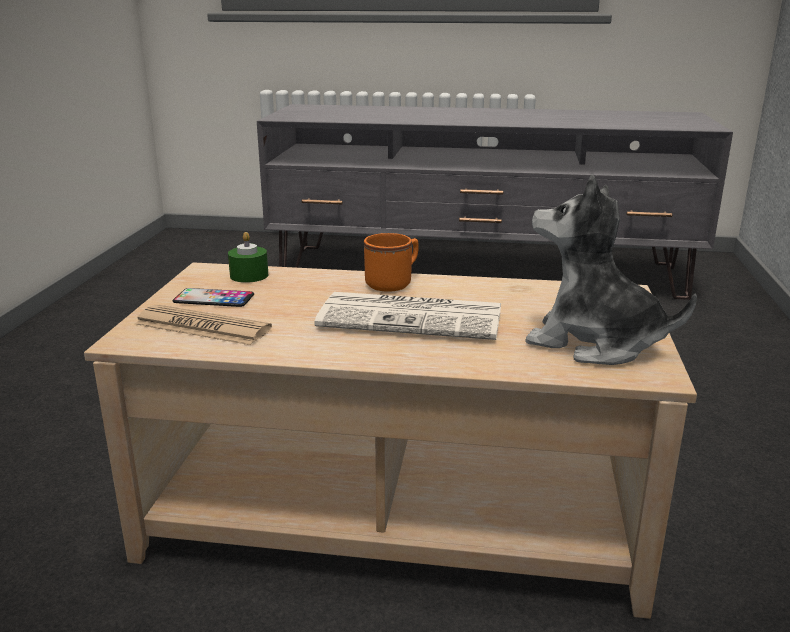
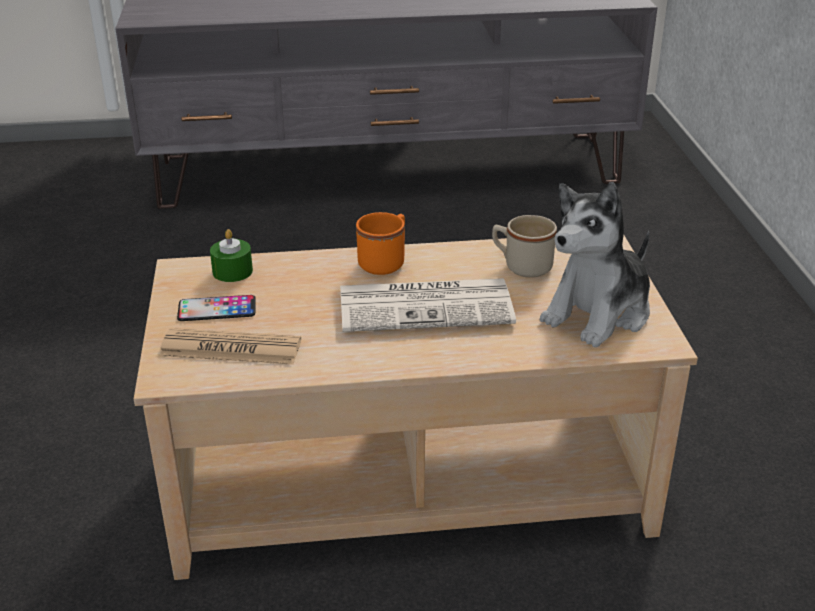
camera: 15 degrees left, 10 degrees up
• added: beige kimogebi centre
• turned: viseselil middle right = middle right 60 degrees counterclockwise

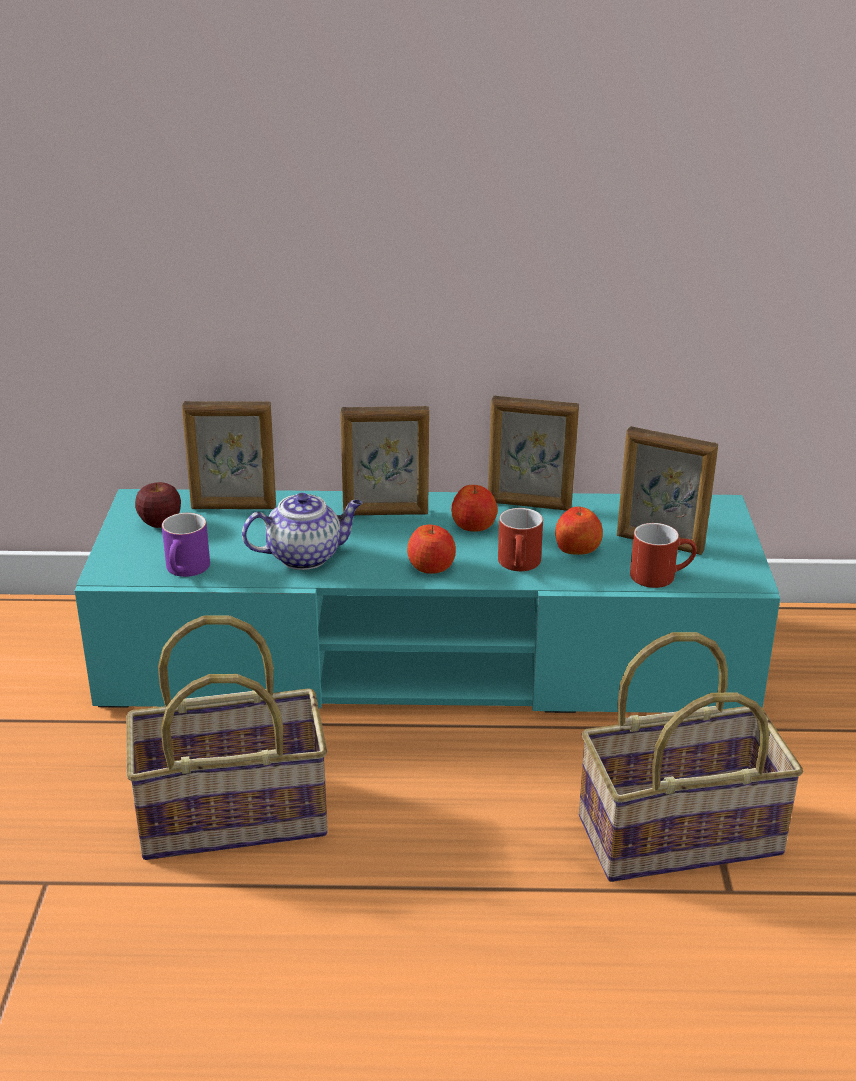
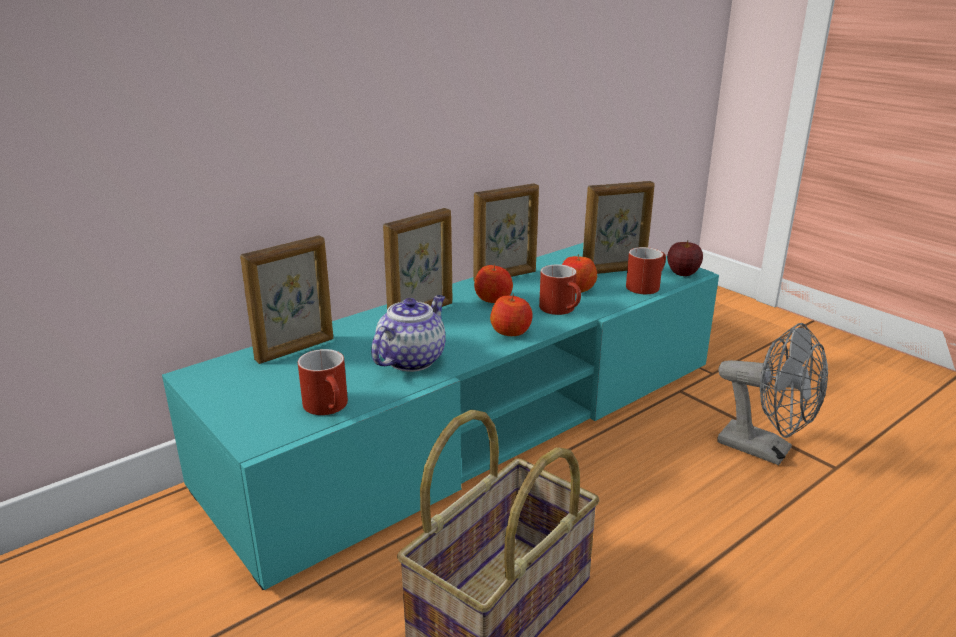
camera: 40 degrees left, 5 degrees down
• moved: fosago (1st from left in the first image) middle left to fosago (4th from left) middle right
• replaced: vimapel (2nd from left) bottom right to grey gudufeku middle right
• recoloured: purple kimogebi middle left to red kimogebi (1st from left) centre

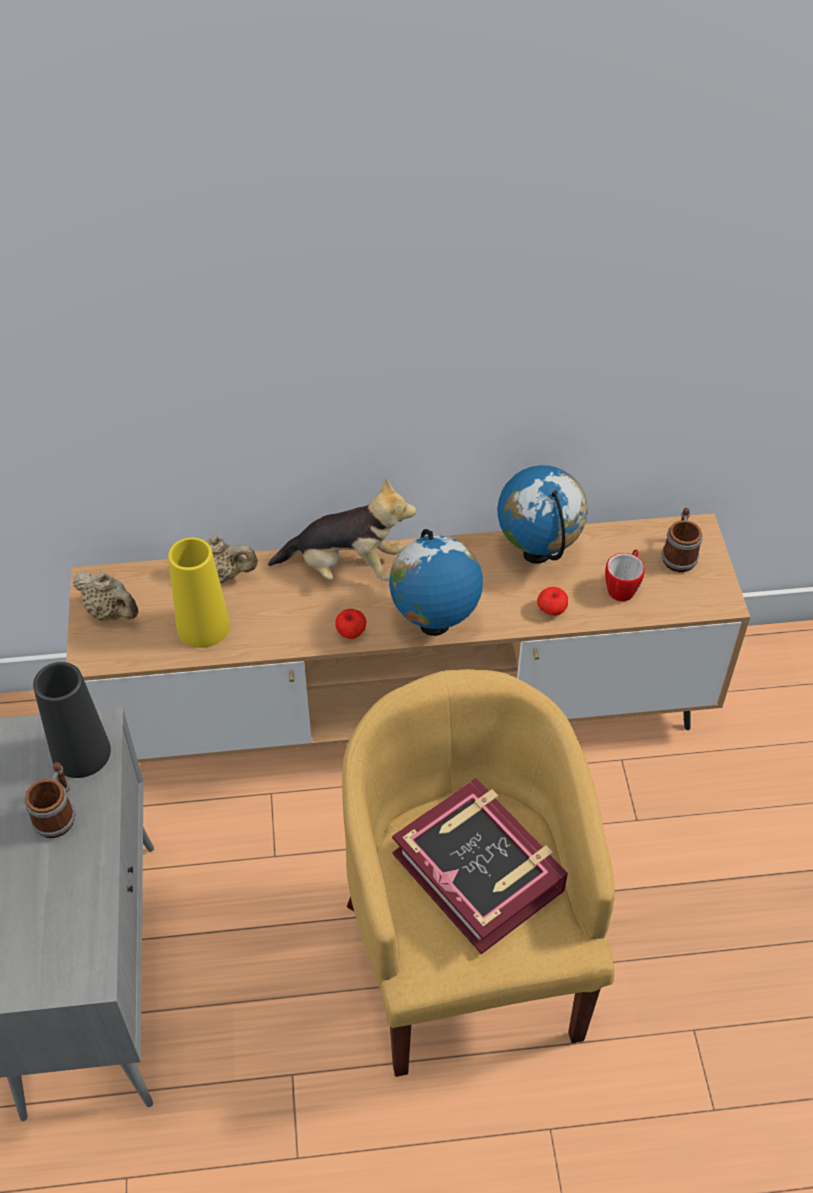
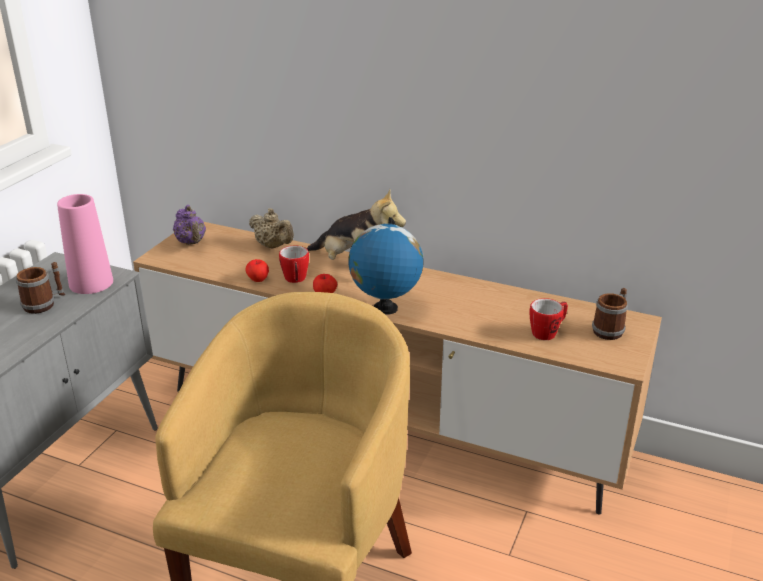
camera: 30 degrees right, 20 degrees down
• removed: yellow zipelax middle left
• removed: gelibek bottom centre
• removed: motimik (2nd from left) middle right
• added: kimogebi (2nd from left) centre
• moved: fosago (2nd from left in the first image) middle right to fosago (1st from left) centre
• recoloured: black zipelax middle left to pink zipelax middle left
• recoloured: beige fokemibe (1st from left) middle left to purple fokemibe middle left

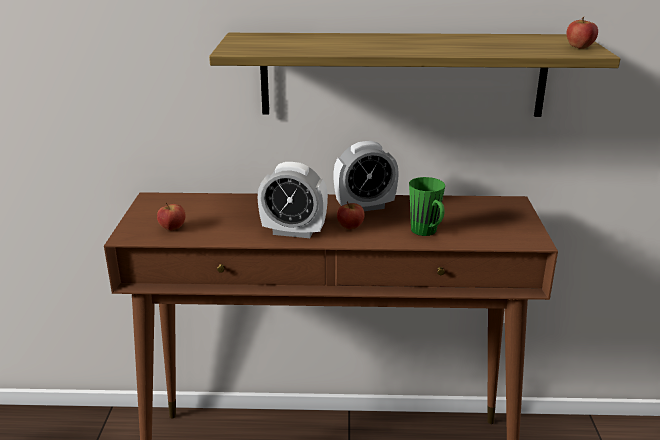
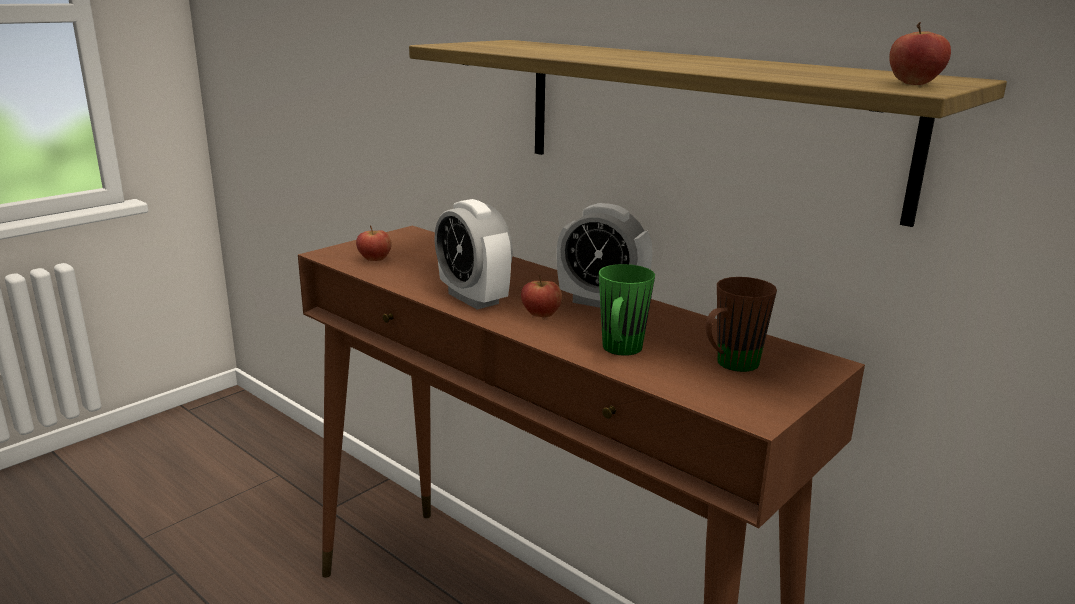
camera: 40 degrees right, 5 degrees down
• added: brown kimogebi middle right

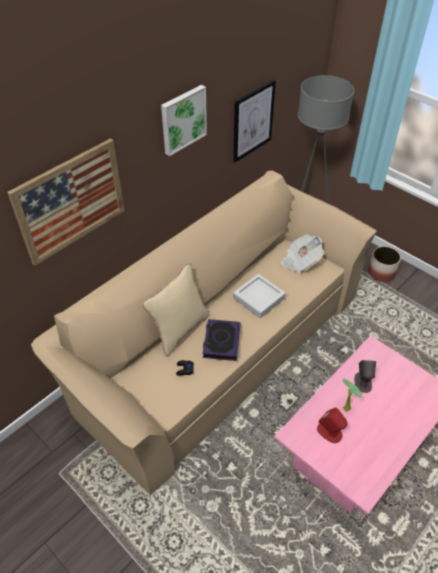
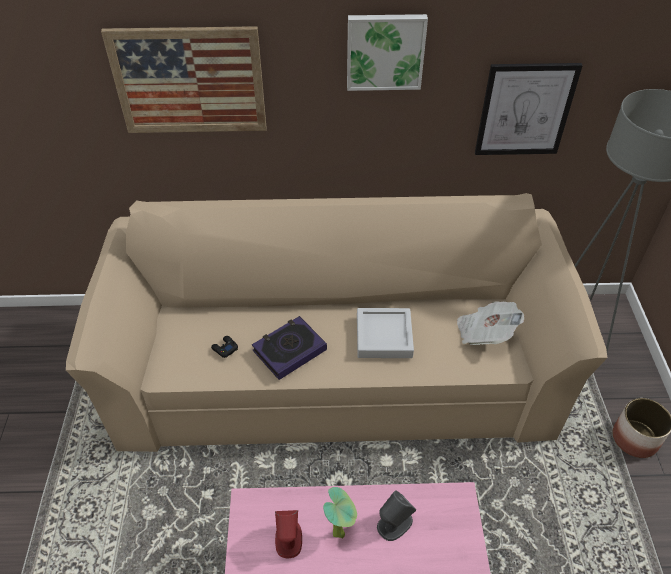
camera: 45 degrees right, 0 degrees up
• removed: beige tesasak centre

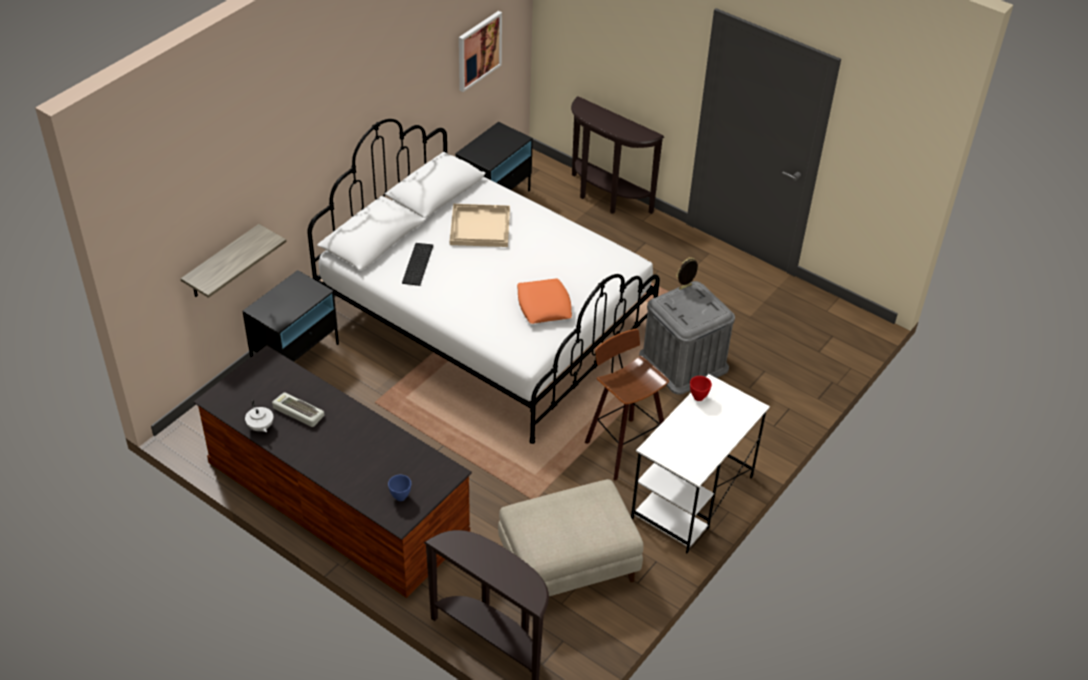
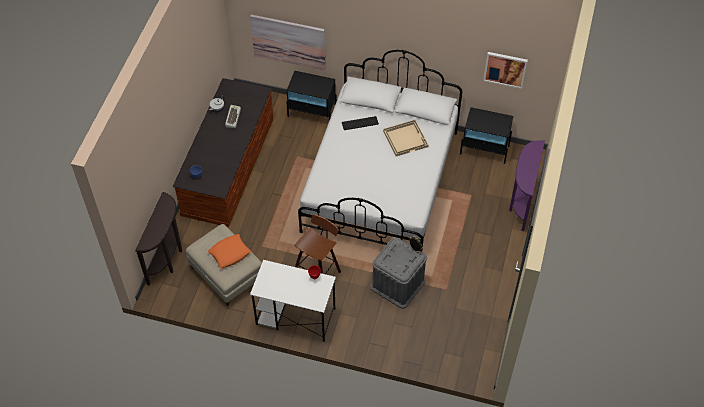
camera: 70 degrees right, 10 degrees up
• moved: orange tesasak centre to middle left
• replaced: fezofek middle left to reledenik (1st from left) top centre
• recoloured: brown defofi (2nd from left) top centre to purple defofi middle right

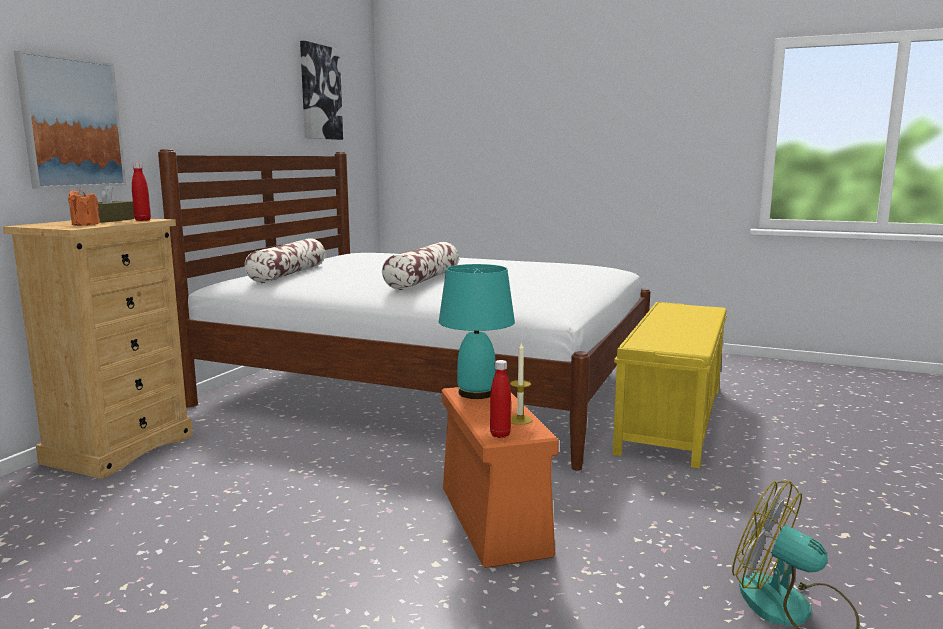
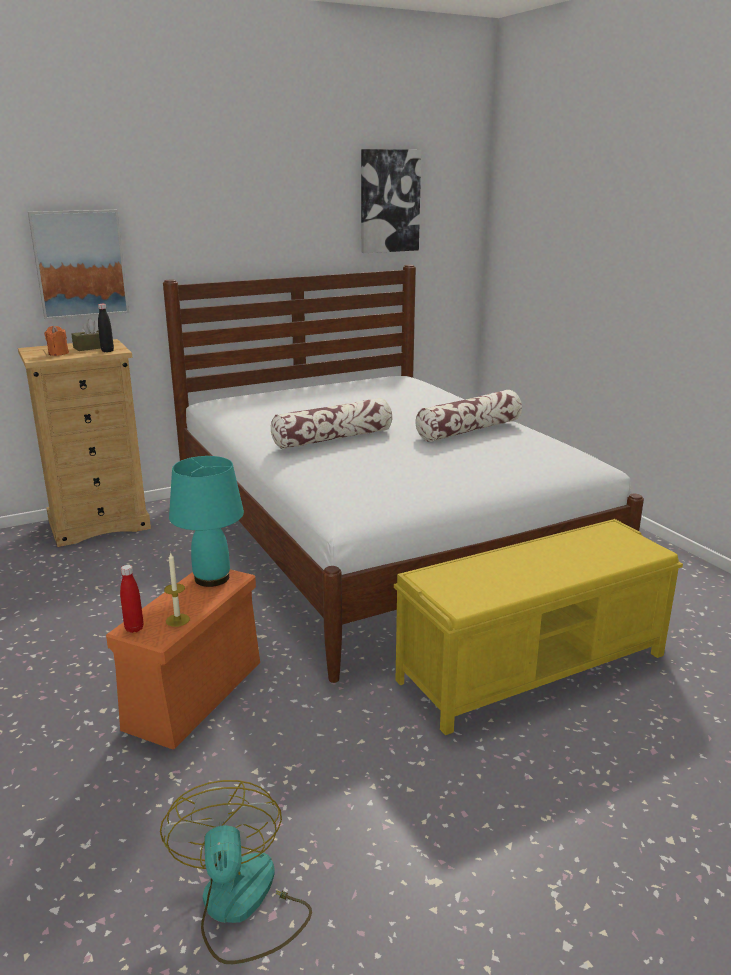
camera: 40 degrees right, 10 degrees up
• moved: tesasak (1st from left in the first image) middle left to tesasak (2nd from left) centre
• recoloured: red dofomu (1st from left) top left to black dofomu middle left

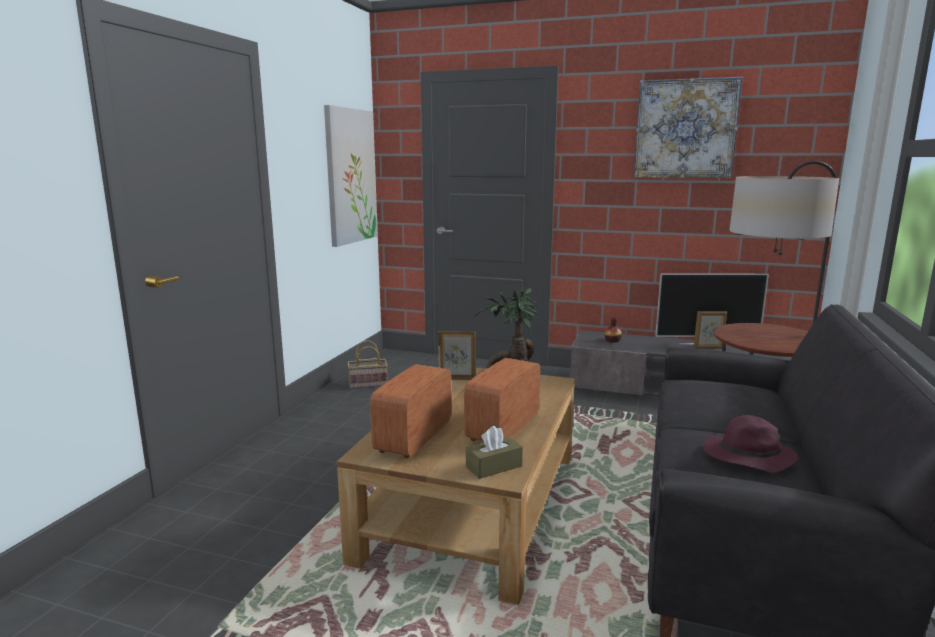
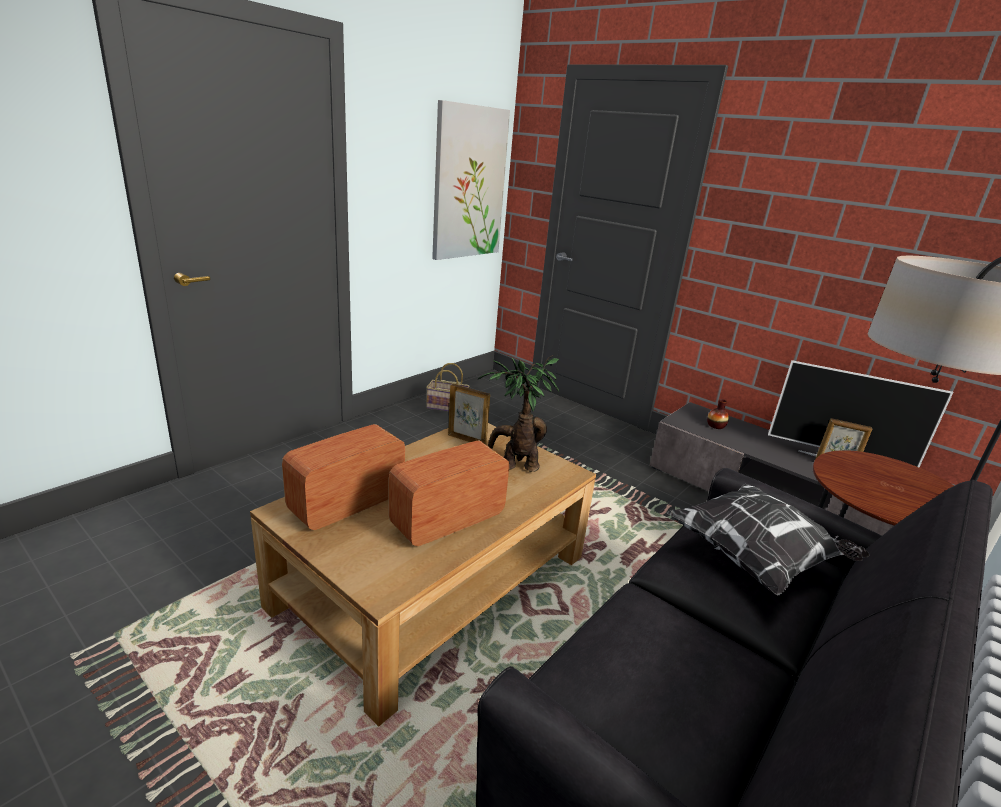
camera: 20 degrees right, 10 degrees up
• removed: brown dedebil bottom centre
• removed: reledenik (2nd from left) top right
• removed: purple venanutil bottom right
• added: tesasak bottom right

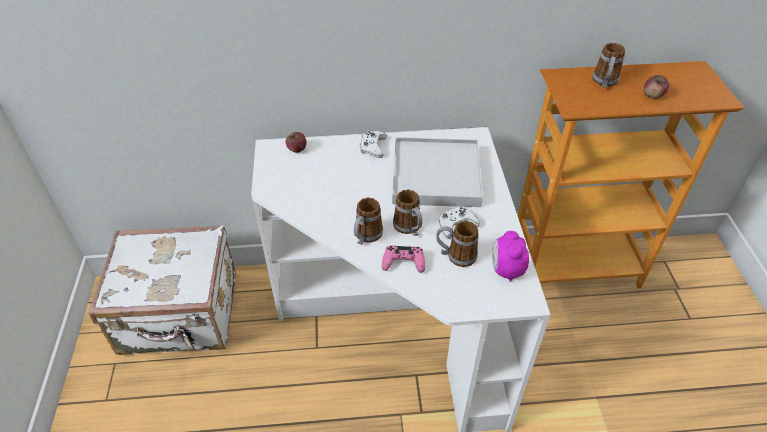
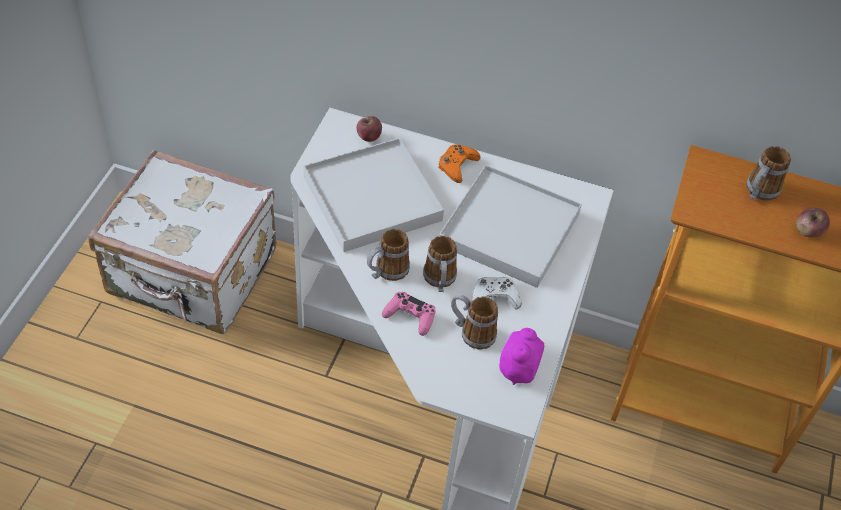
camera: 20 degrees right, 5 degrees up
• added: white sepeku (1st from left) centre
• recoloured: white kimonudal (1st from left) centre to orange kimonudal top centre

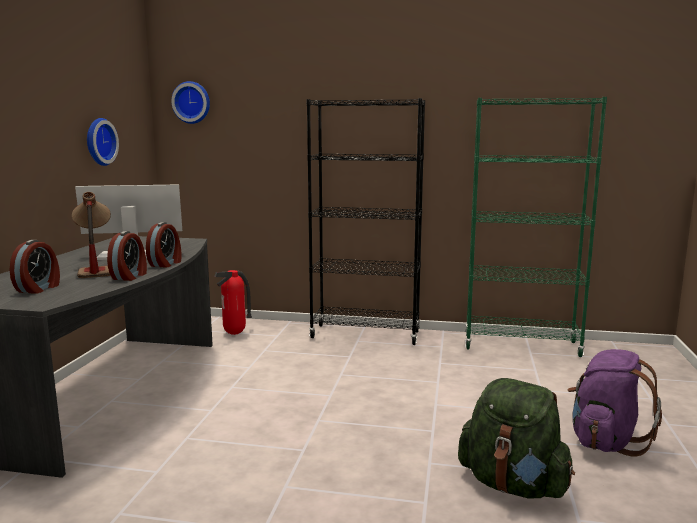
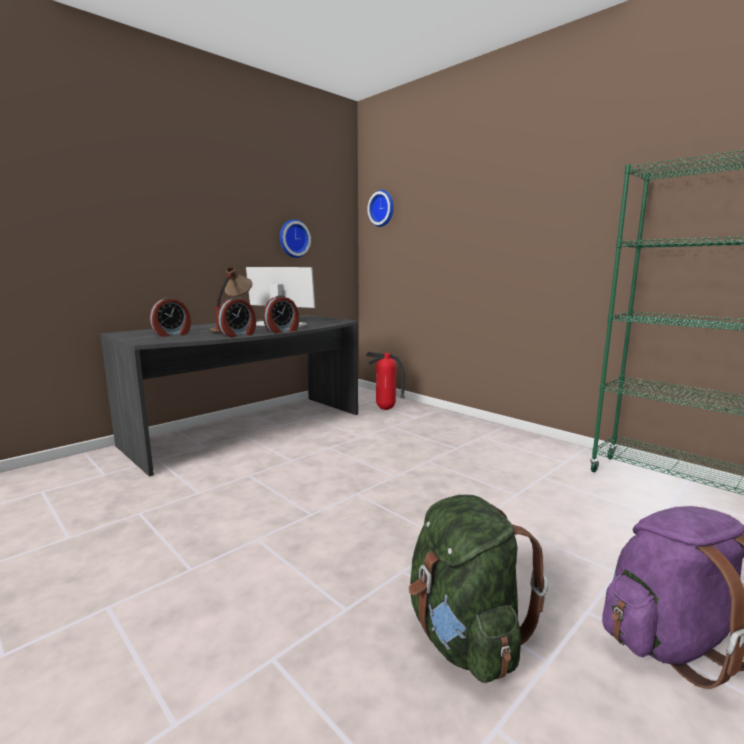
camera: 35 degrees right, 0 degrees up
• removed: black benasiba centre

